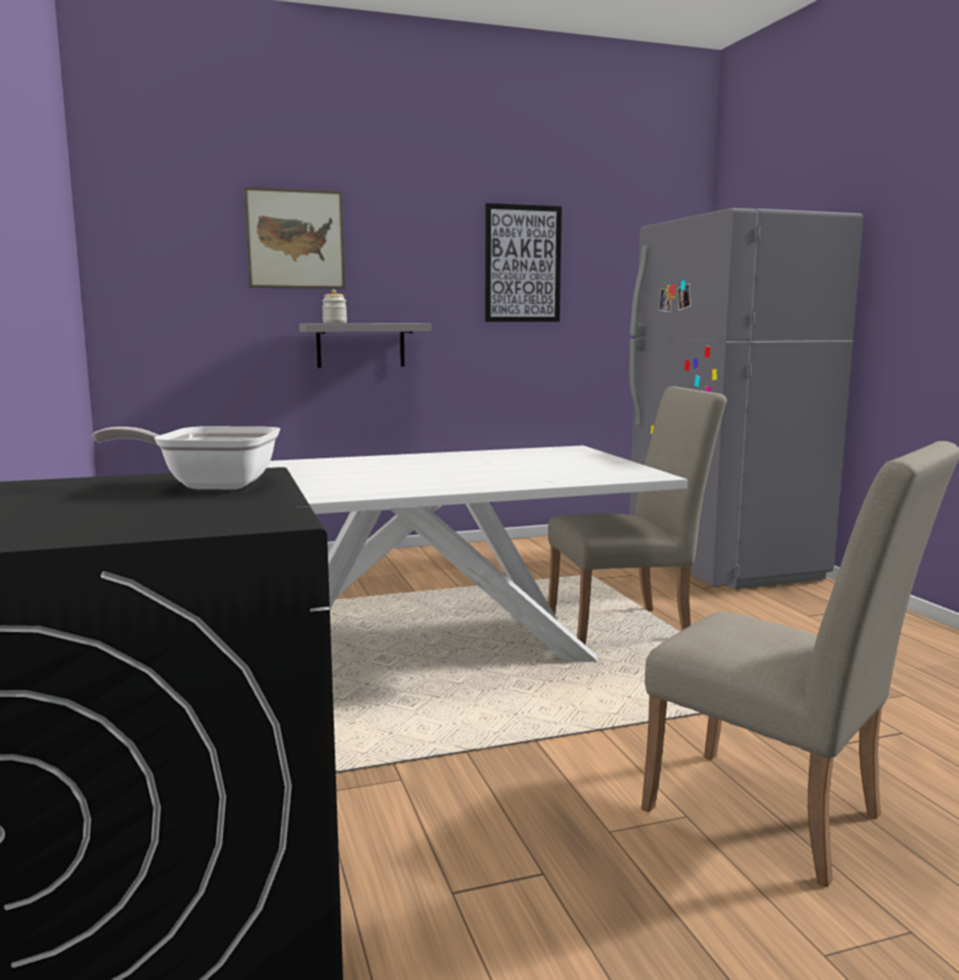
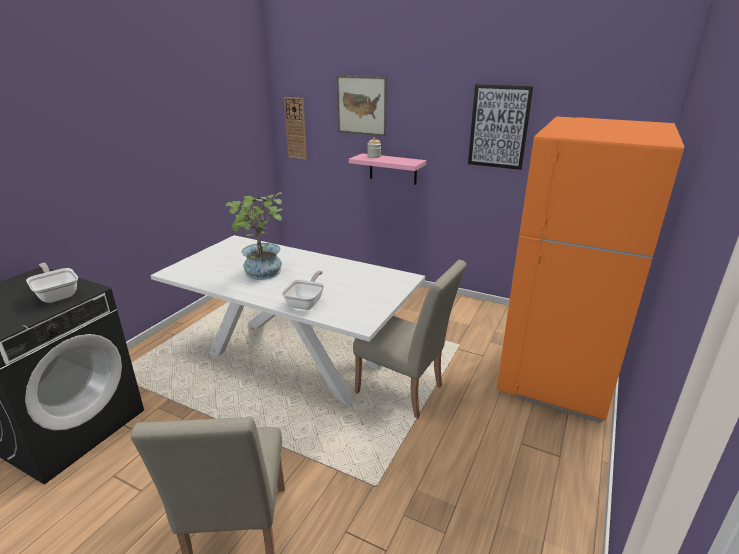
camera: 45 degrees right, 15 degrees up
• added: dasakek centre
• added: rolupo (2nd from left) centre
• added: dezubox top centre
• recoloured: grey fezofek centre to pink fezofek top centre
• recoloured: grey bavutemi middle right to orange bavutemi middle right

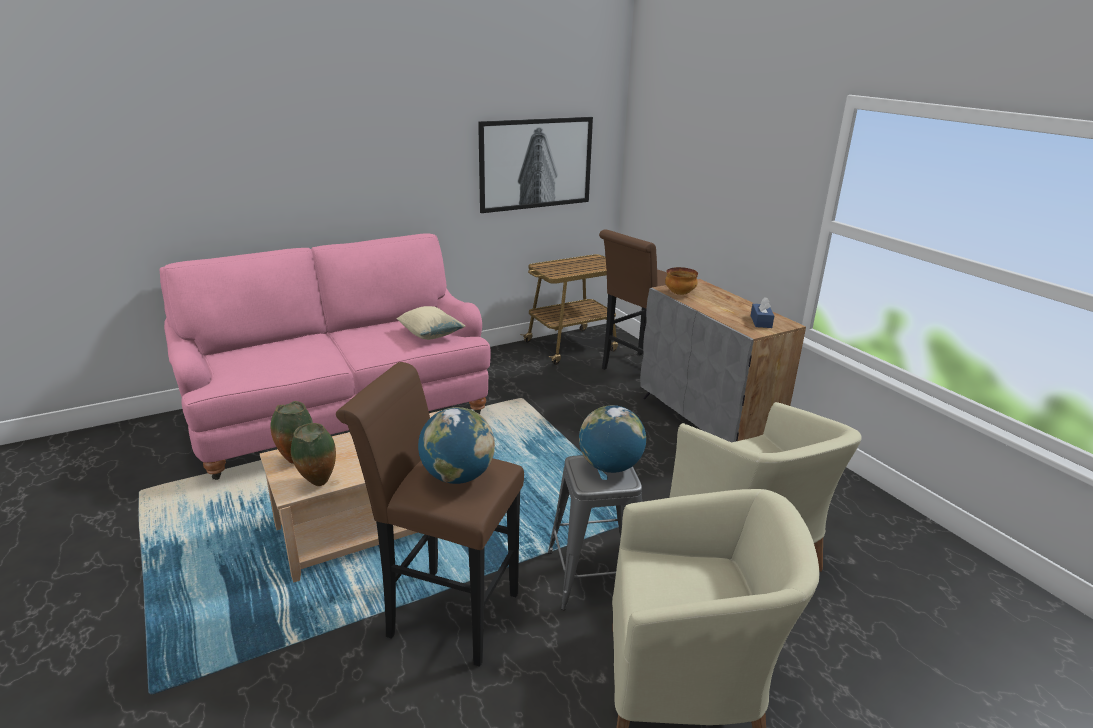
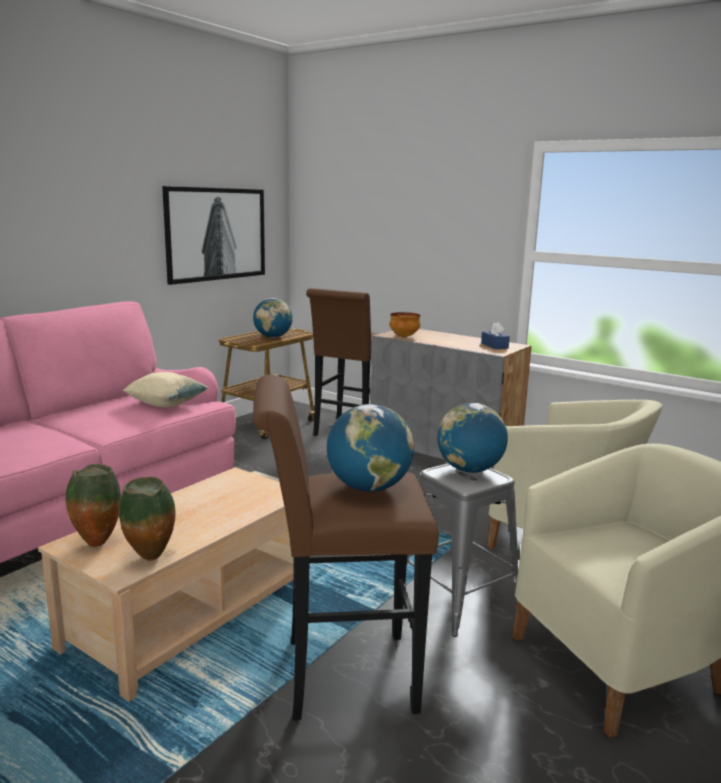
camera: 25 degrees left, 10 degrees down
• added: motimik (1st from left) centre

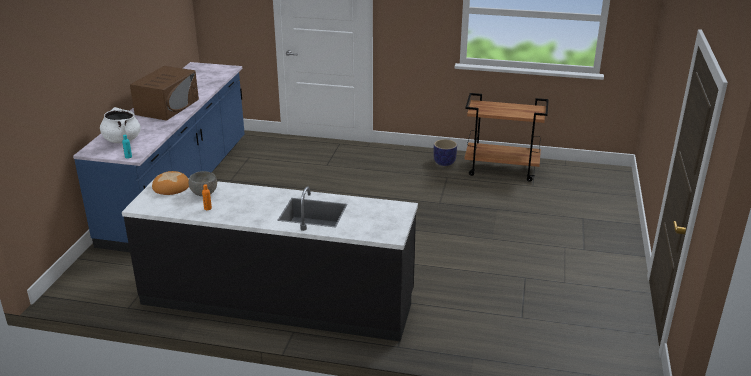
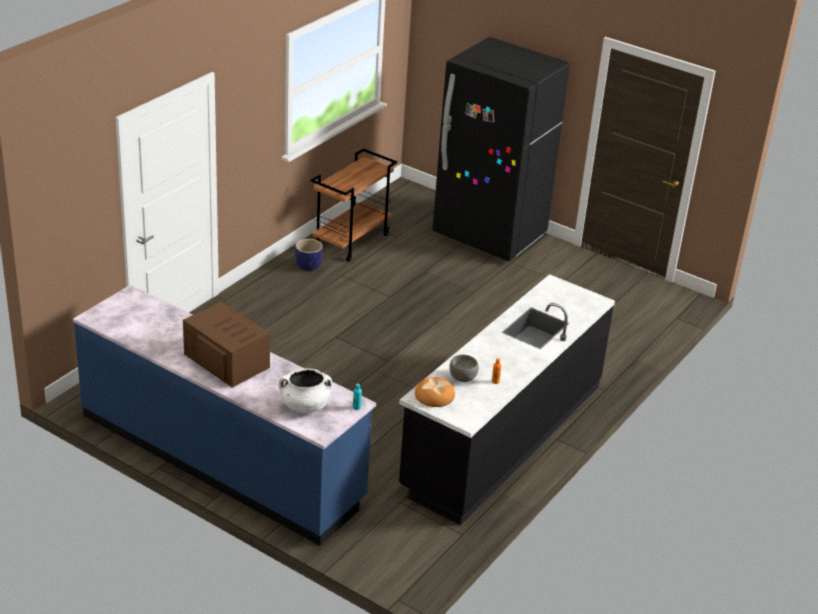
camera: 70 degrees left, 5 degrees up
• added: black bavutemi top centre

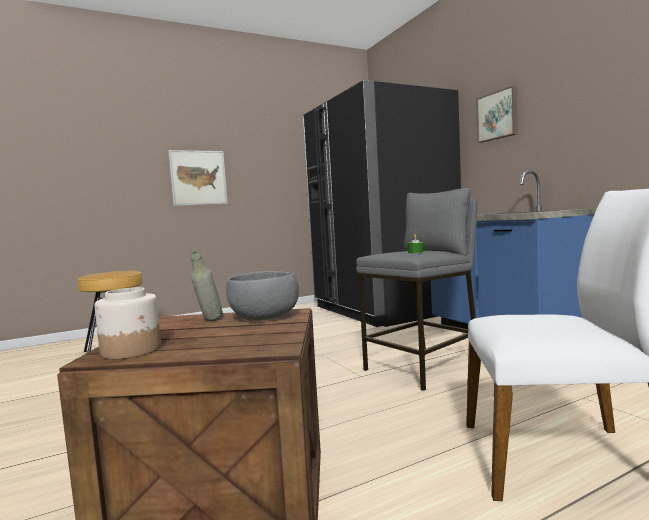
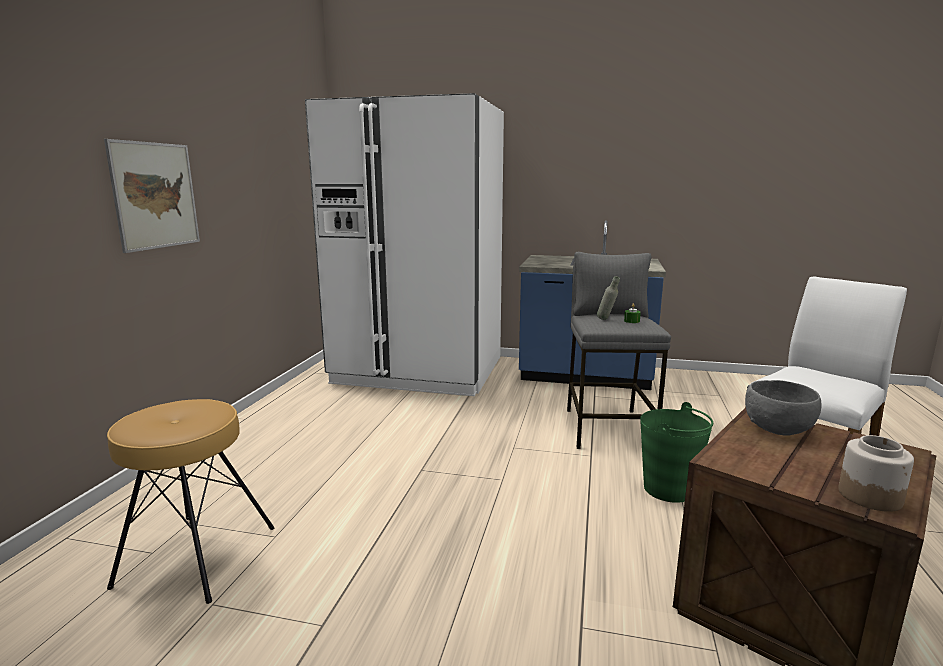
camera: 50 degrees left, 10 degrees up
• removed: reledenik (2nd from left) top right
• added: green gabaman bottom right
• moved: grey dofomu middle left to centre
• recoloured: black bavutemi centre to white bavutemi centre

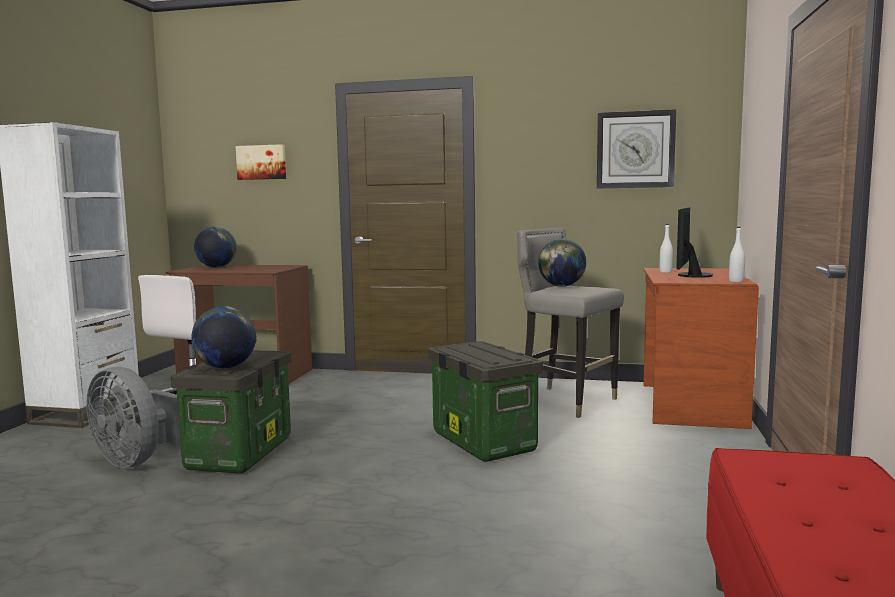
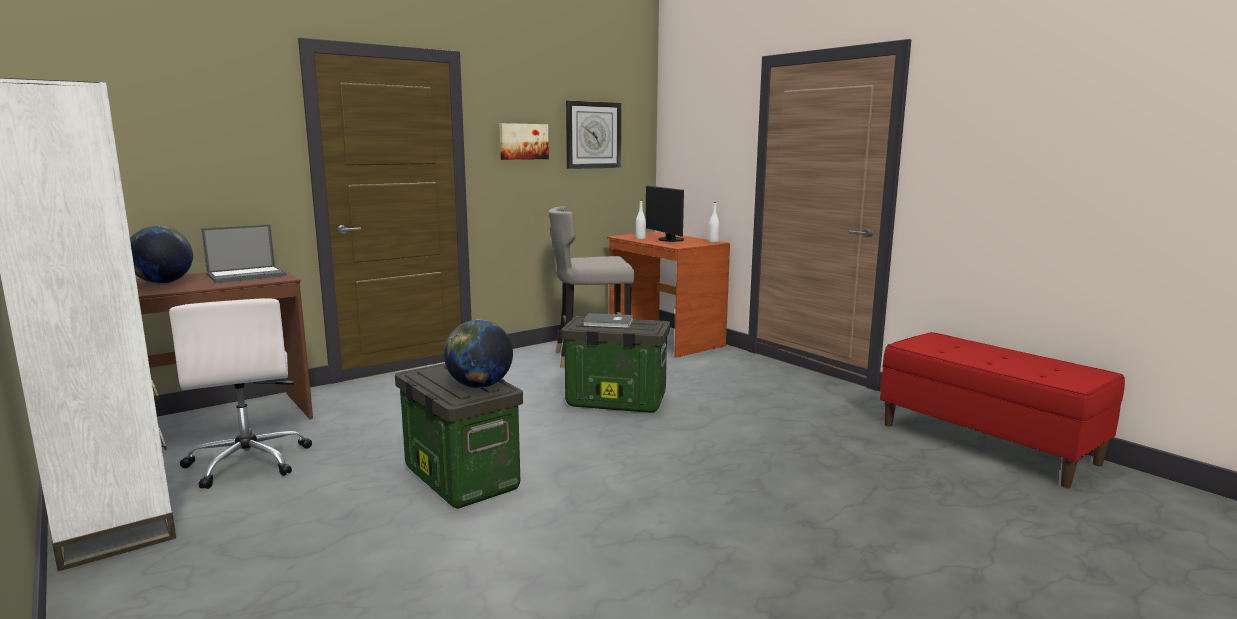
camera: 50 degrees left, 5 degrees up
• removed: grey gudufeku bottom left
• removed: motimik (3rd from left) centre
• added: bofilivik middle left
• added: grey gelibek centre
• moved: reledenik top left to top centre

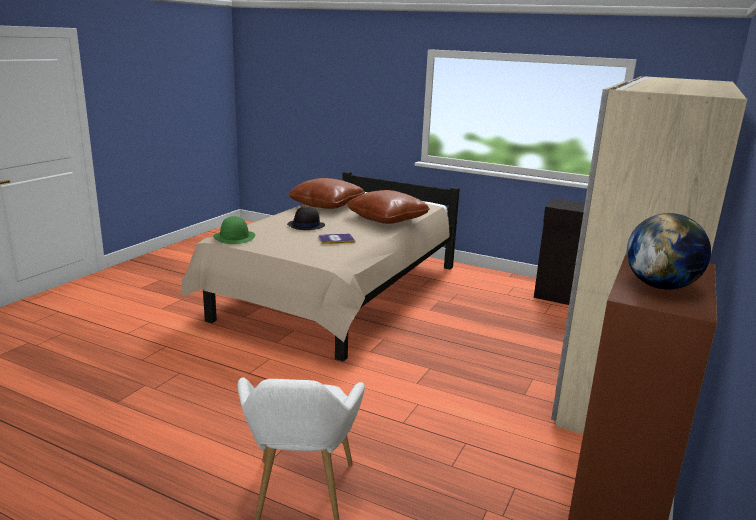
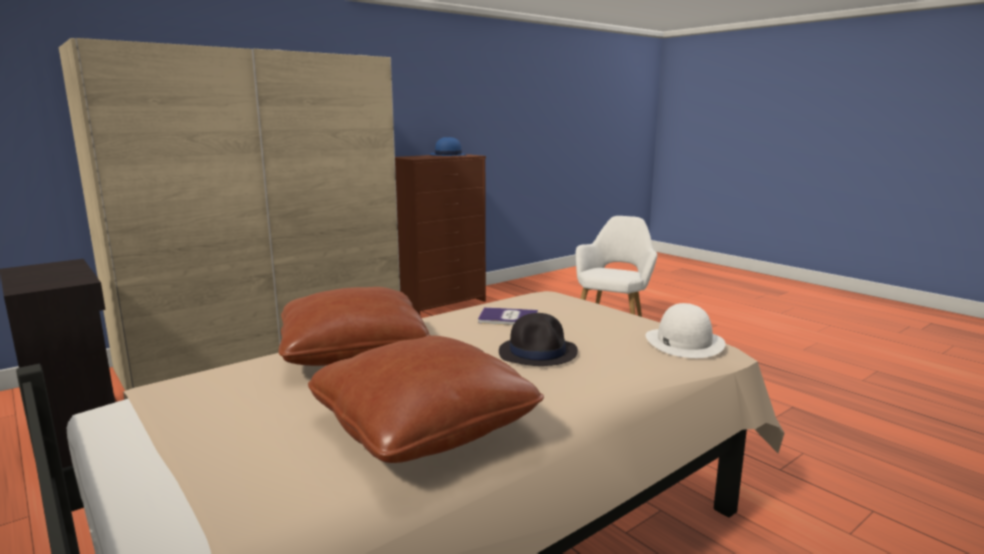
camera: 155 degrees left, 5 degrees down
• replaced: motimik middle right to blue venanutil top centre
• recoloured: green venanutil middle left to white venanutil middle right

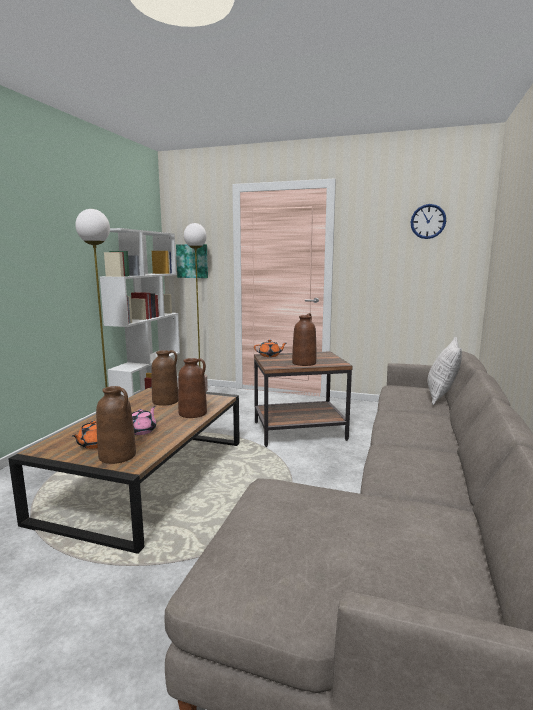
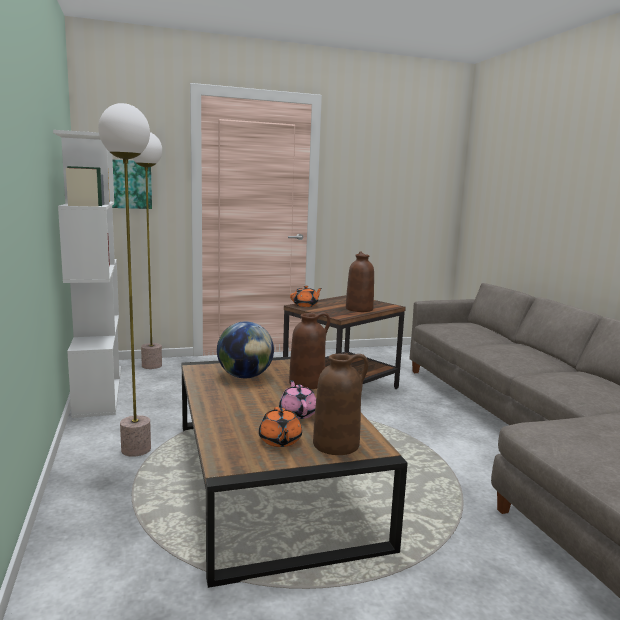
camera: 35 degrees left, 0 degrees up
• removed: dezubox top right
• removed: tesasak middle right
• replaced: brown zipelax (2nd from left) middle left to motimik centre

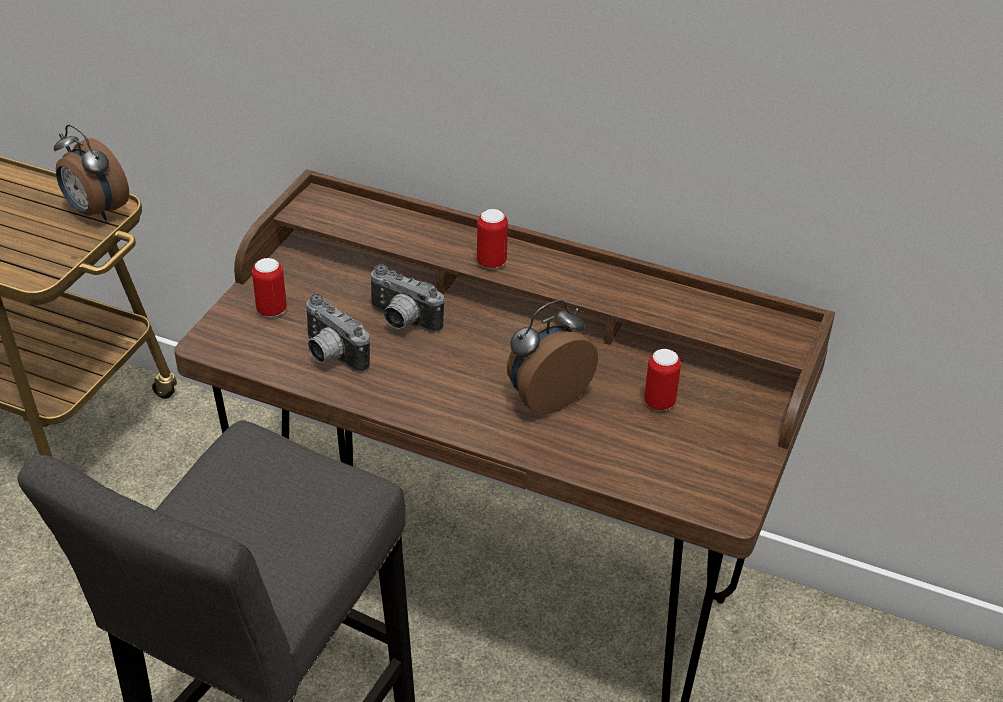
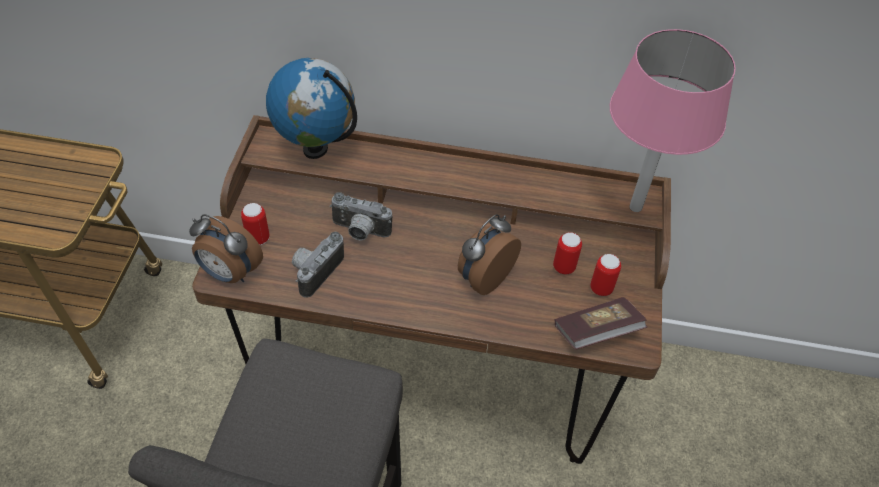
camera: 15 degrees left, 10 degrees up
• added: motimik top centre
• added: gelibek middle right
• added: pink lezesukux top right
• moved: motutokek (1st from left) top left to middle left
• moved: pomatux (2nd from left in the first image) centre to pomatux (3rd from left) middle right
• turned: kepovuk (1st from left) centre = centre 90 degrees clockwise

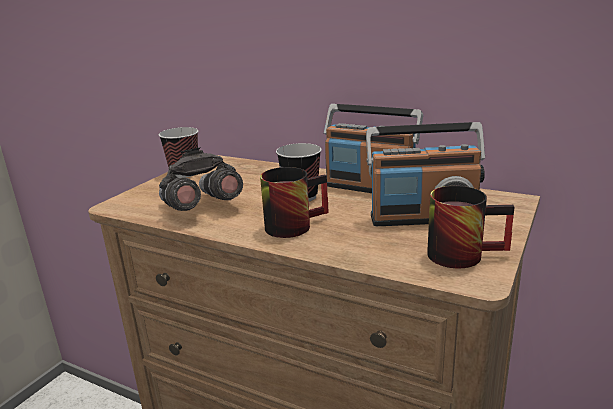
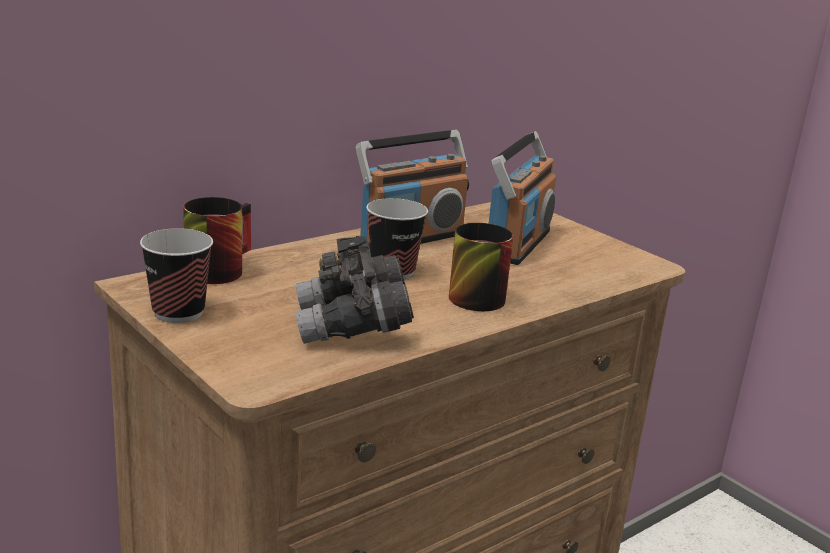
camera: 70 degrees left, 0 degrees up
• moved: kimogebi (2nd from left in the first image) middle right to kimogebi (1st from left) middle left

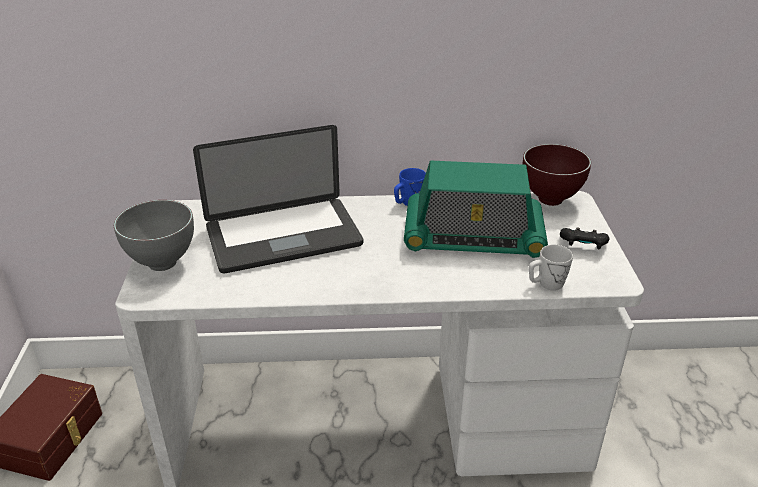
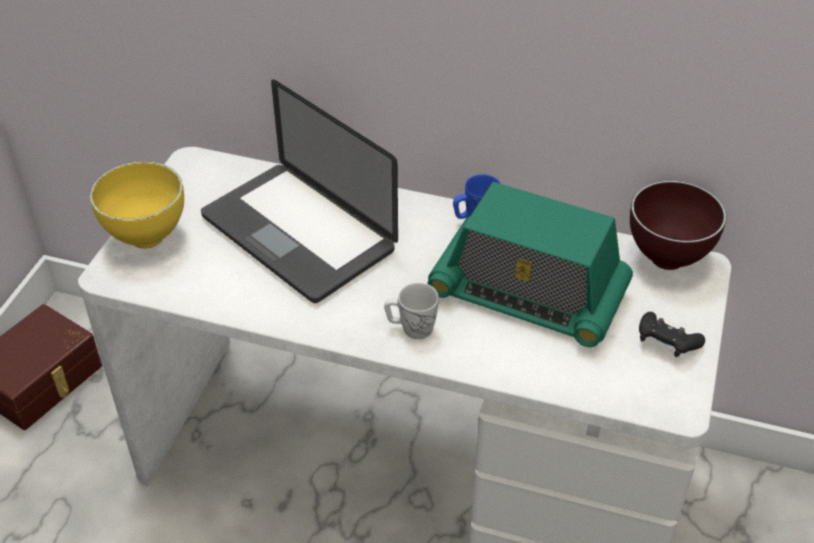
camera: 20 degrees right, 10 degrees up
• moved: white kimogebi middle right to centre
• recoloured: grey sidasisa middle left to yellow sidasisa middle left
• turned: bofilivik centre = centre 45 degrees clockwise

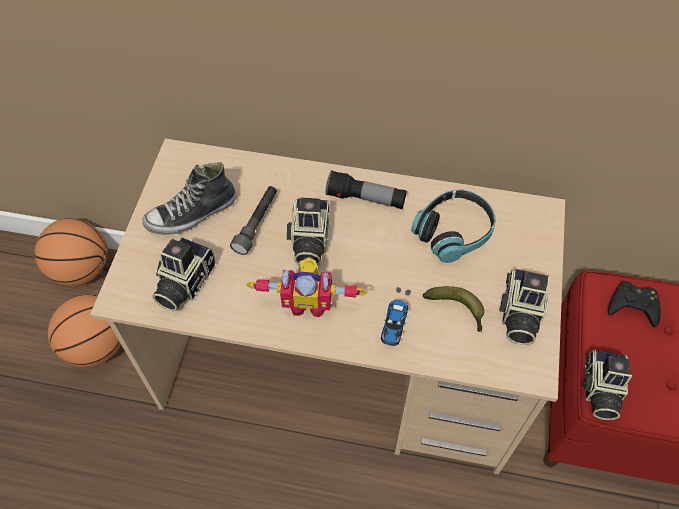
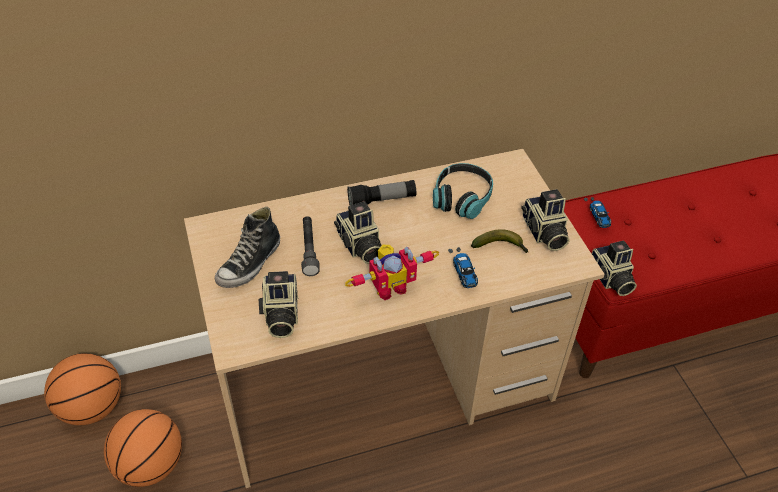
camera: 30 degrees left, 10 degrees down
• replaced: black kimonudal middle right to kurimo (2nd from left) middle right

